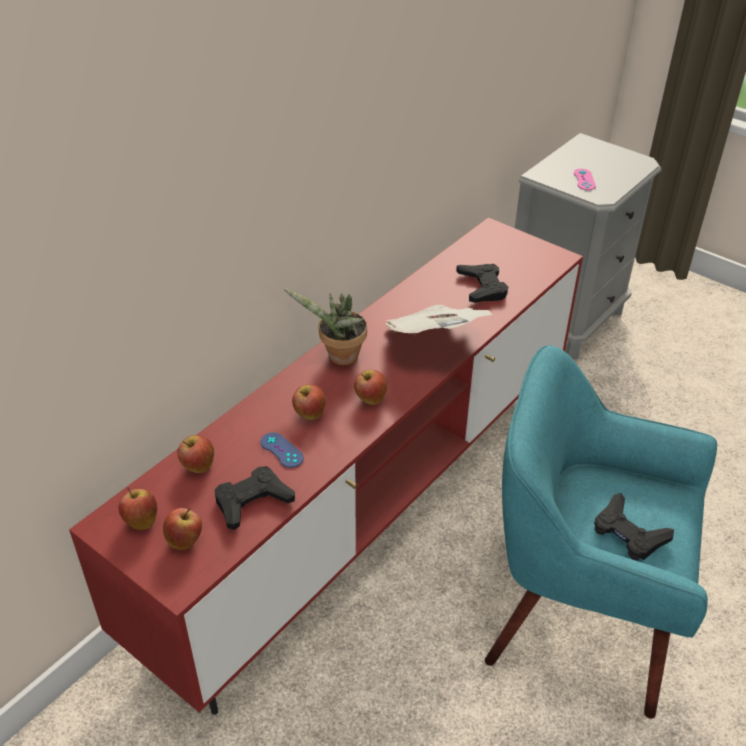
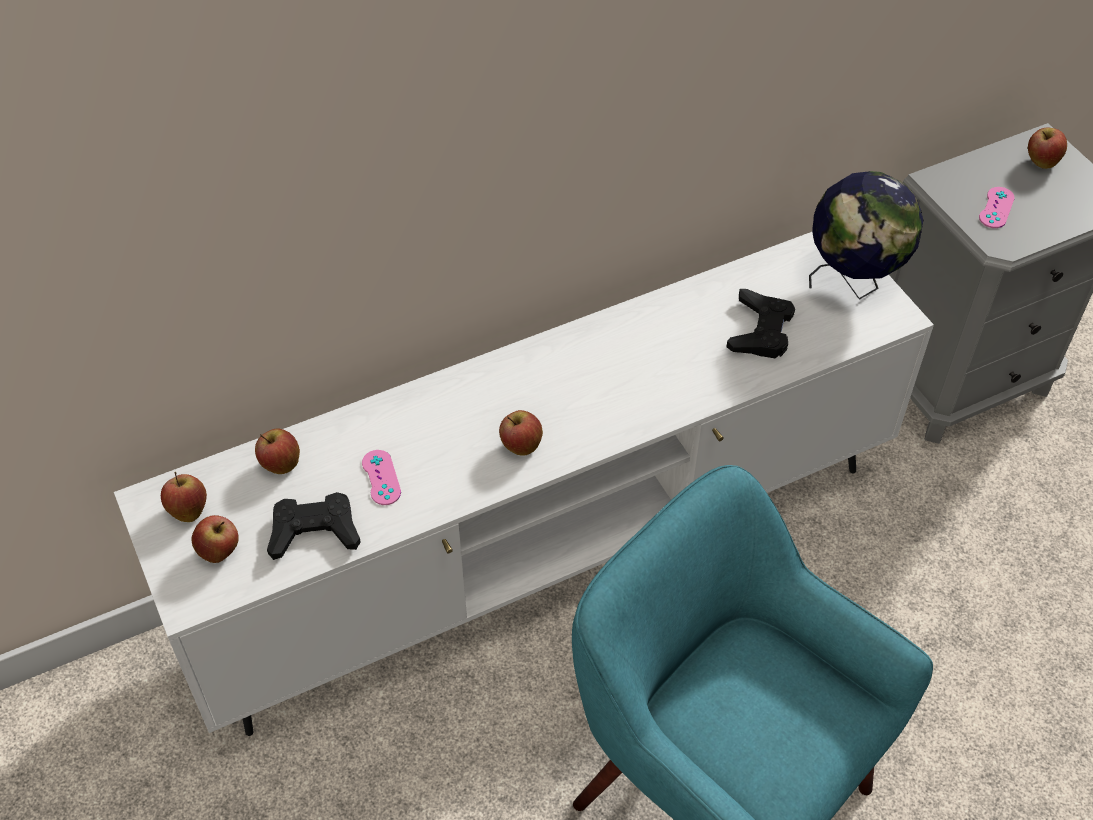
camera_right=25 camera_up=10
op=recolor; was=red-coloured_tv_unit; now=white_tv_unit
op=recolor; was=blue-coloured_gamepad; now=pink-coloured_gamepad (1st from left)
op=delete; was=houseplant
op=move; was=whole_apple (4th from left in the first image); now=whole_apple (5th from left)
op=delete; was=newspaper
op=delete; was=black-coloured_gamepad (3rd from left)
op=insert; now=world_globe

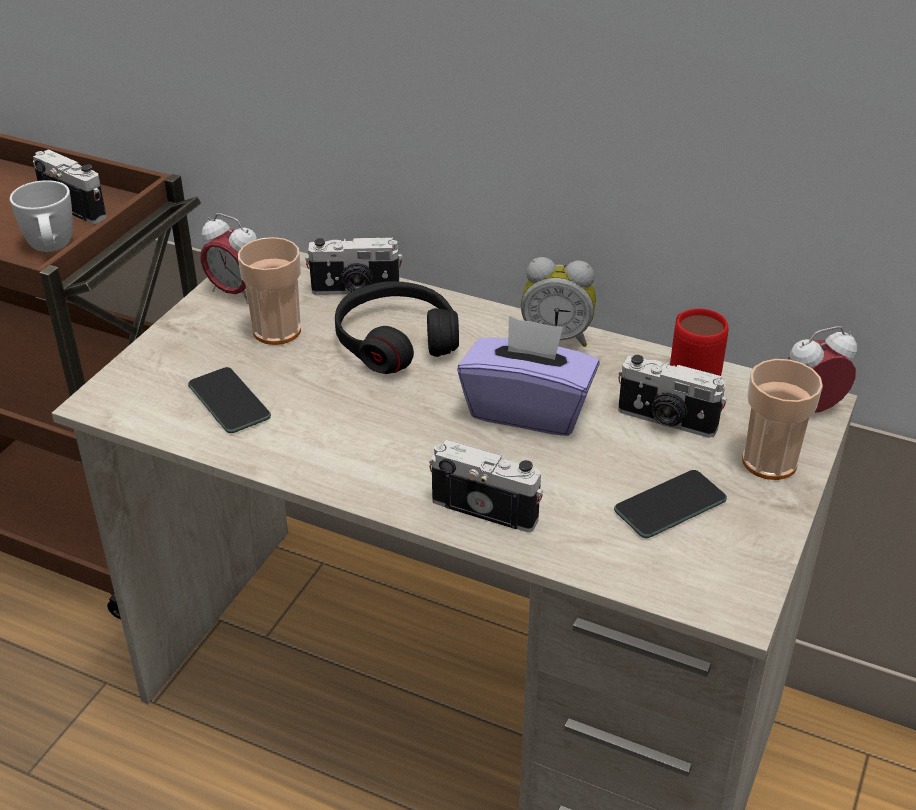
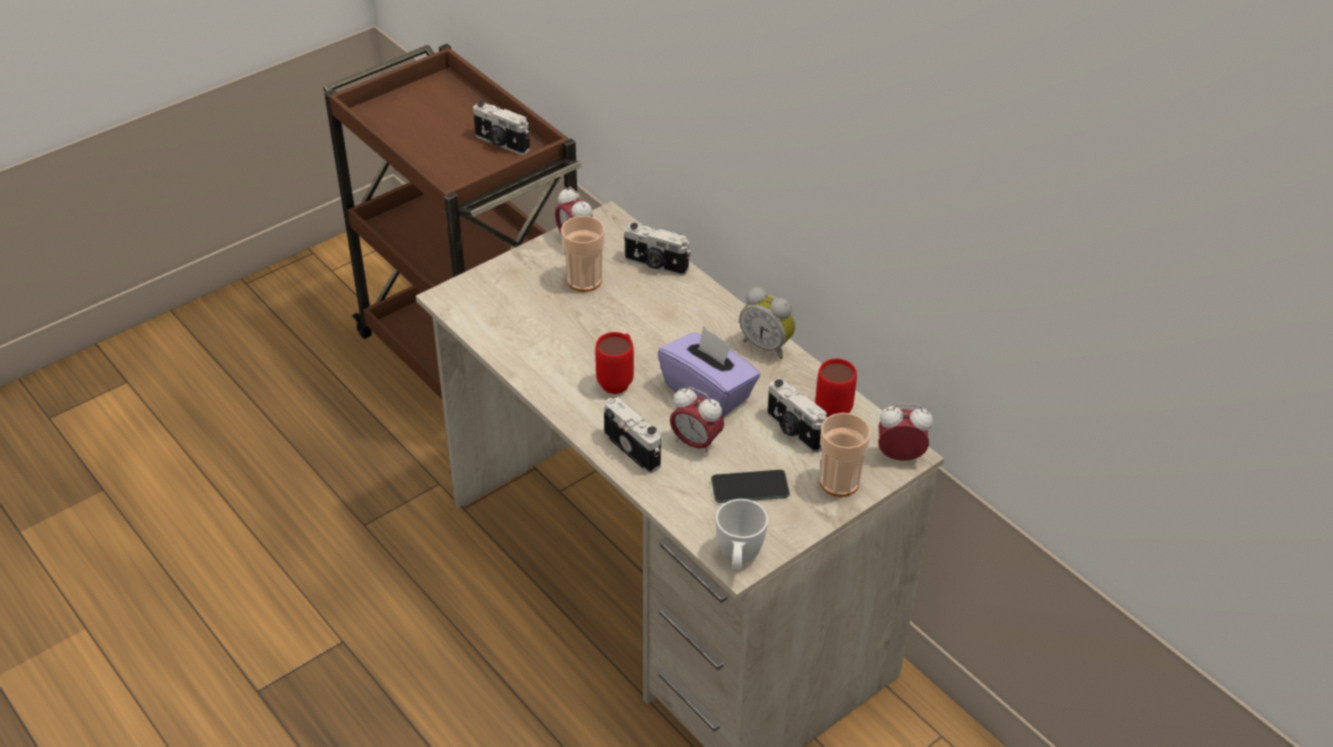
camera_right=25 camera_up=5
op=move; was=white_tea_mug
op=rotate; was=photo_camera (1st from left); clockwise=150
op=delete; was=telephone (1st from left)
op=delete; was=black-coloured_headphones
op=insert; now=red-coloured_tea_mug (1st from left)
op=insert; now=alarm_clock (2nd from left)

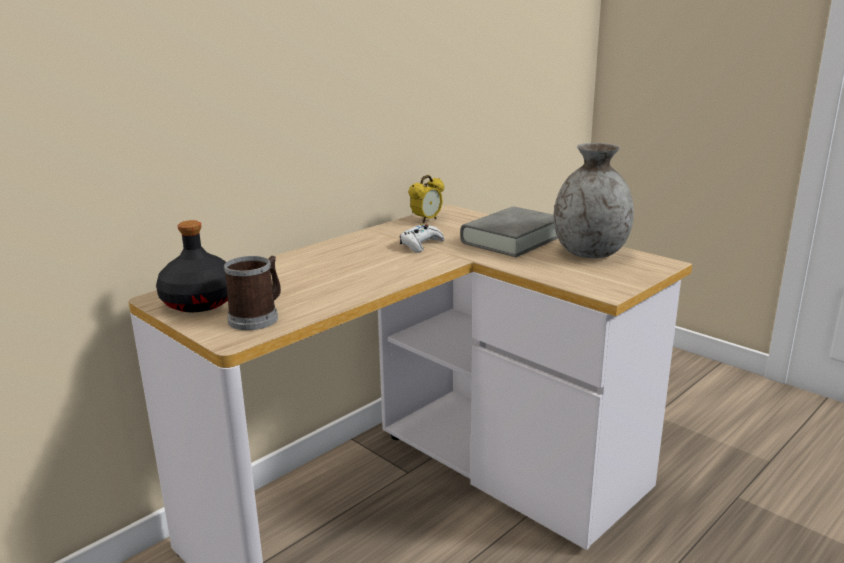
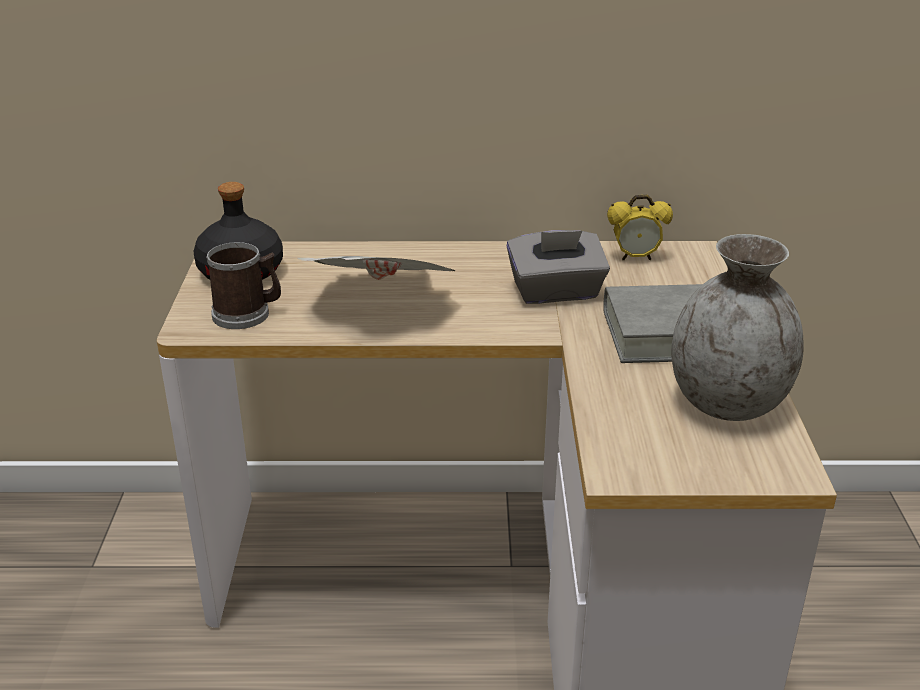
camera_right=45 camera_up=10
op=replace; was=white_gamepad; now=grey_tissue_holder
op=insert; now=newspaper

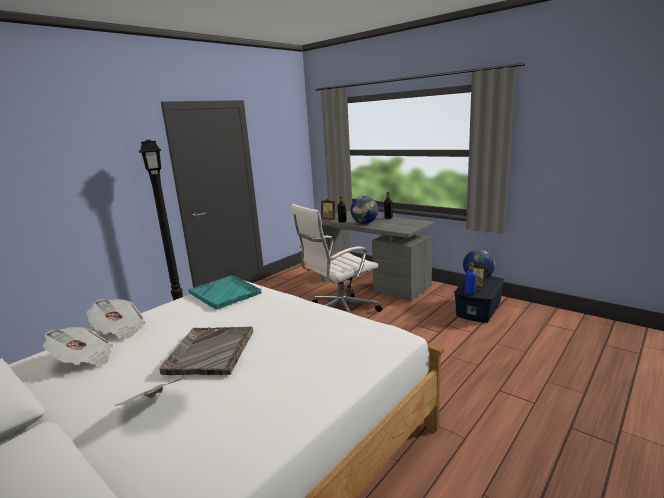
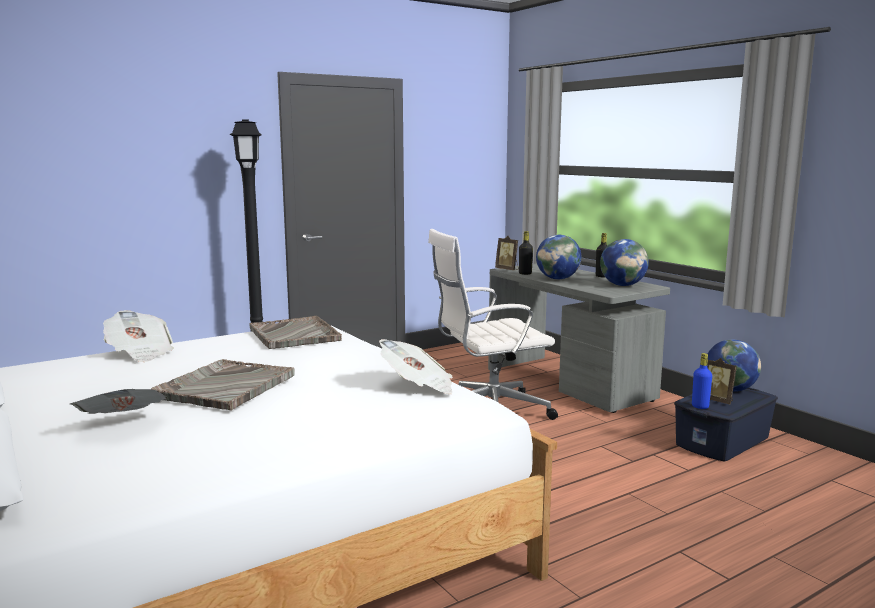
camera_right=15 camera_up=-5
op=move; was=newspaper (1st from left in the first image); now=newspaper (3rd from left)
op=recolor; was=turquoise-coloured_serving_tray; now=grey_serving_tray (2nd from left)
op=insert; now=world_globe (2nd from left)

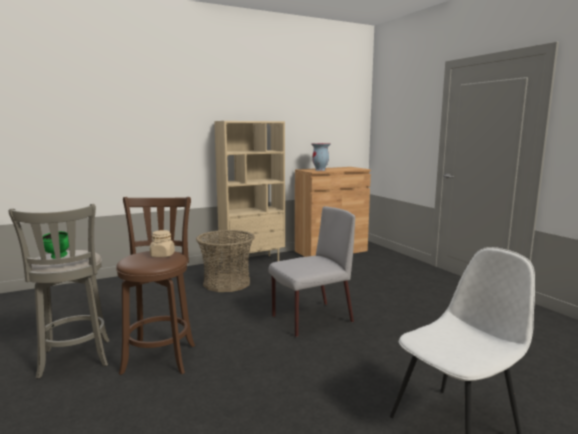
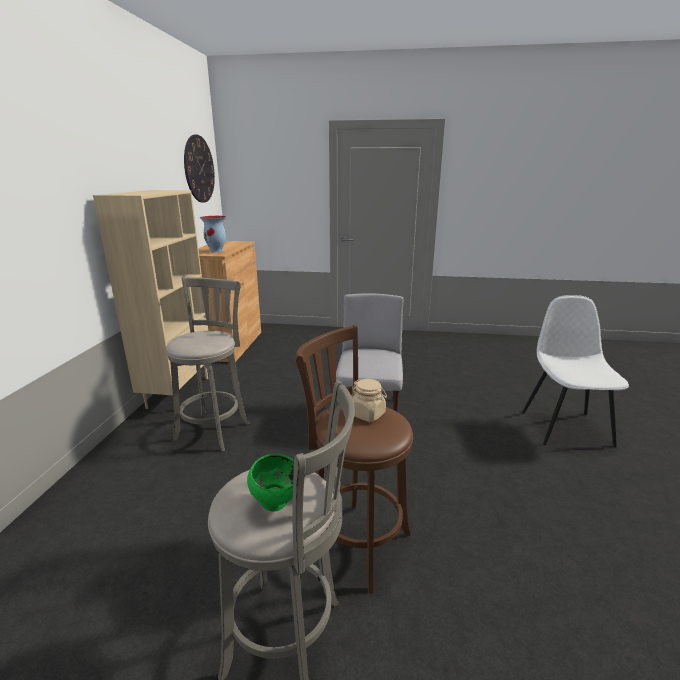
camera_right=-55 camera_up=10
op=replace; was=household_basket; now=grey_stool (1st from left)
op=insert; now=wall_clock

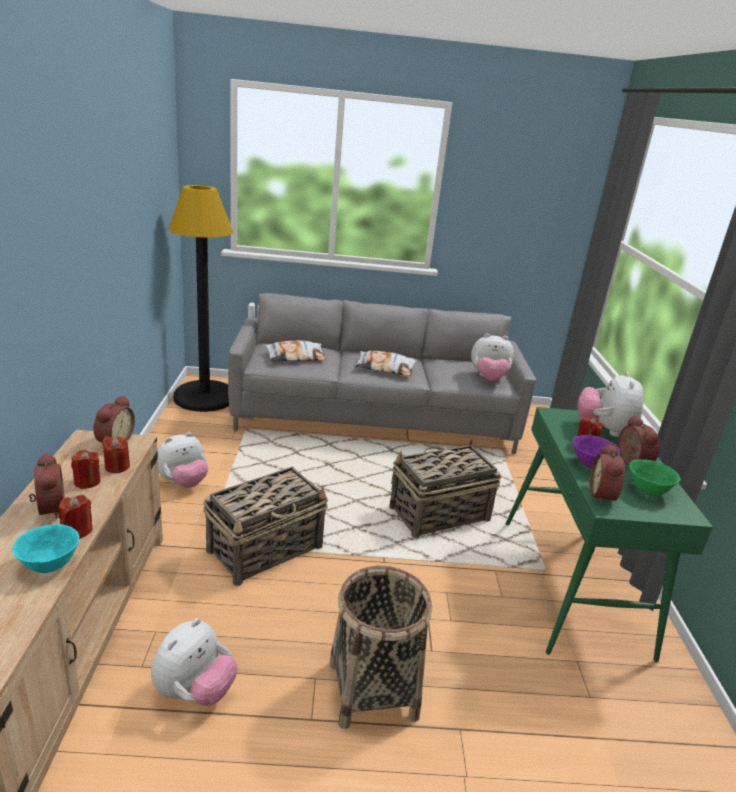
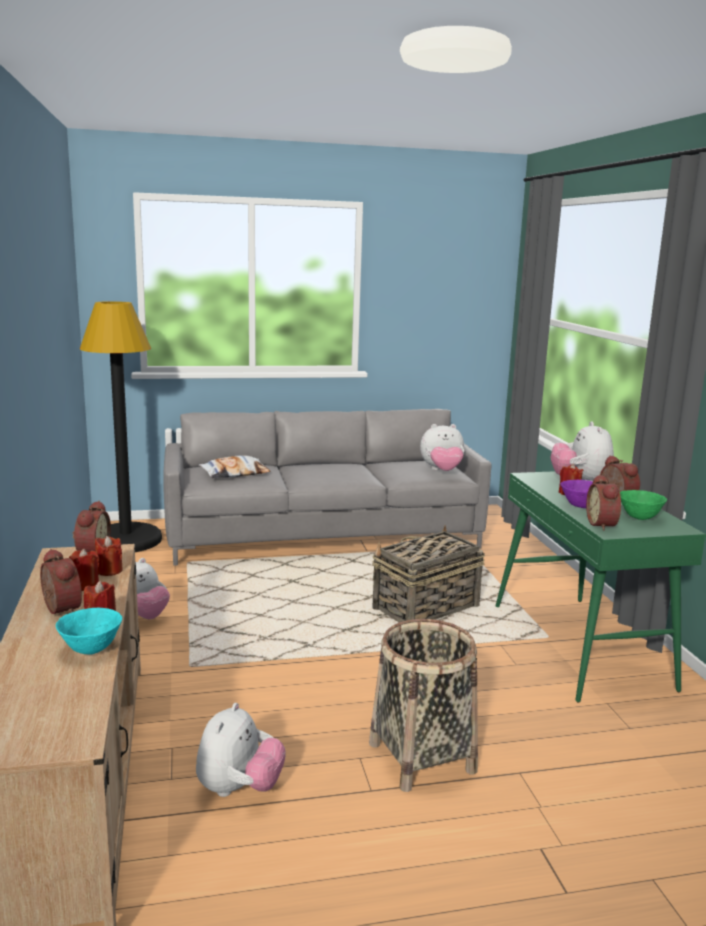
camera_right=-10 camera_up=-10
op=delete; was=household_basket (1st from left)
op=delete; was=pillow (2nd from left)

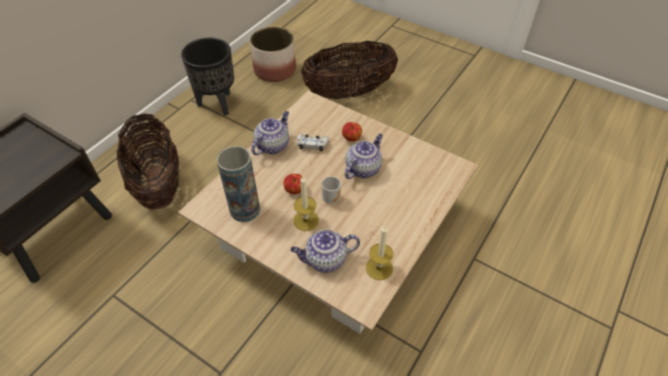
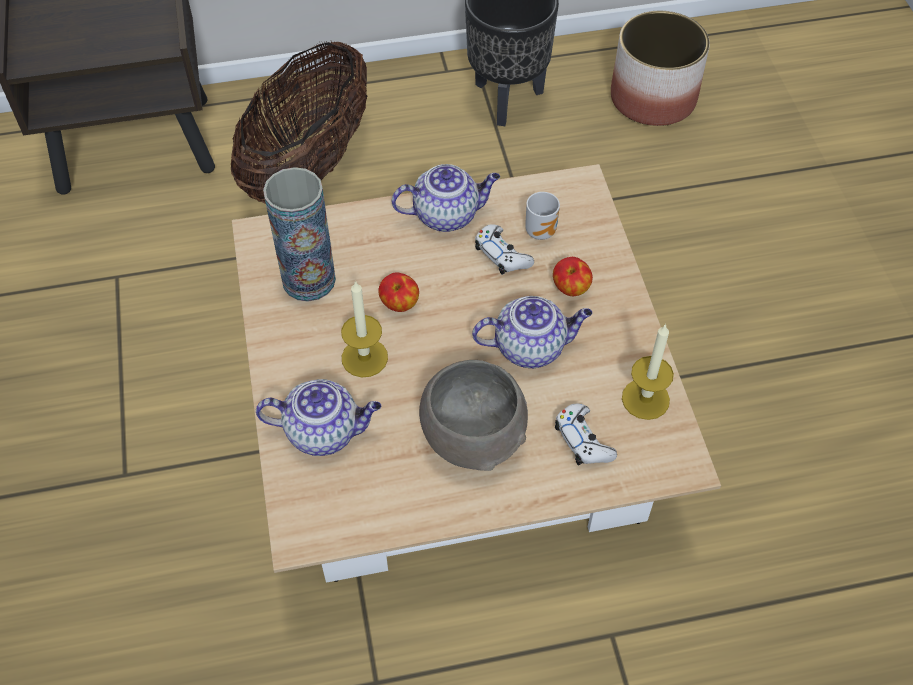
camera_right=45 camera_up=5
op=rotate; was=tea_pot (2nd from left in the first image); clockwise=150
op=delete; was=household_basket (2nd from left)
op=move; was=tea_mug
op=move; was=wax_candle (2nd from left)
op=insert; now=grey_serving_bowl
op=insert; now=white_gamepad (2nd from left)

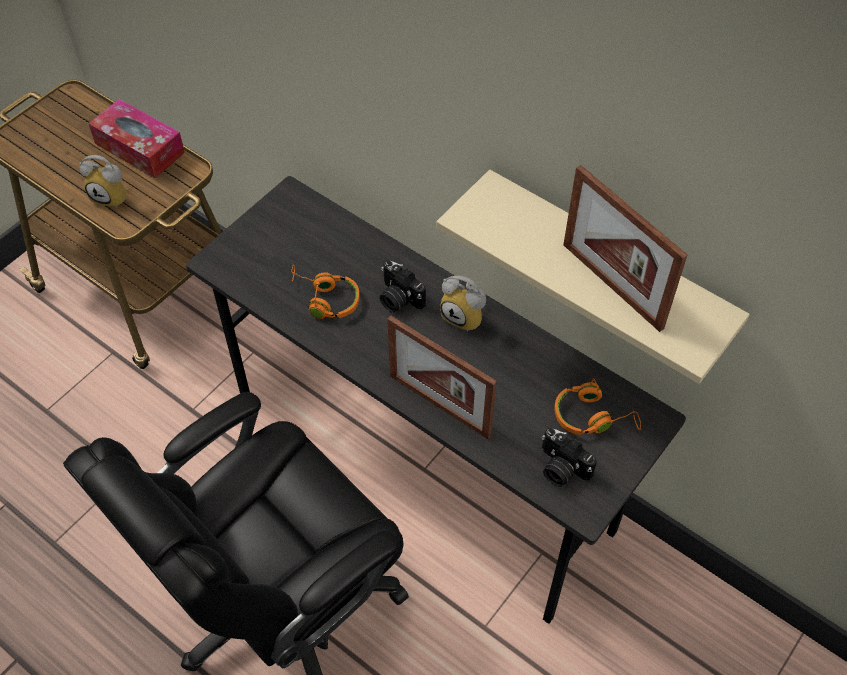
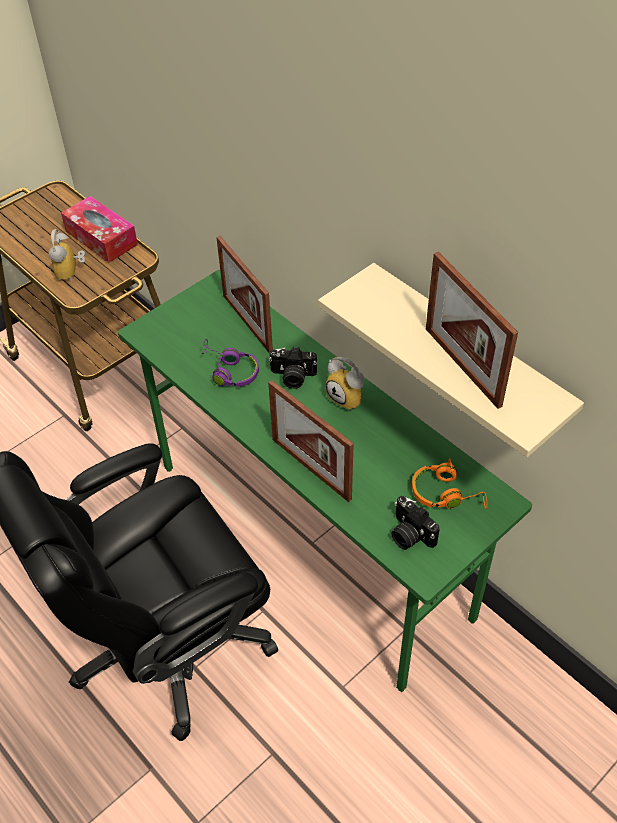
camera_right=10 camera_up=-5
op=rotate; was=alarm_clock (1st from left); clockwise=60
op=recolor; was=grey_desk_table; now=green_desk_table
op=recolor; was=orange_headphones (1st from left); now=purple_headphones
op=rotate; was=photo_camera (1st from left); clockwise=-45
op=insert; now=photo_frame (1st from left)

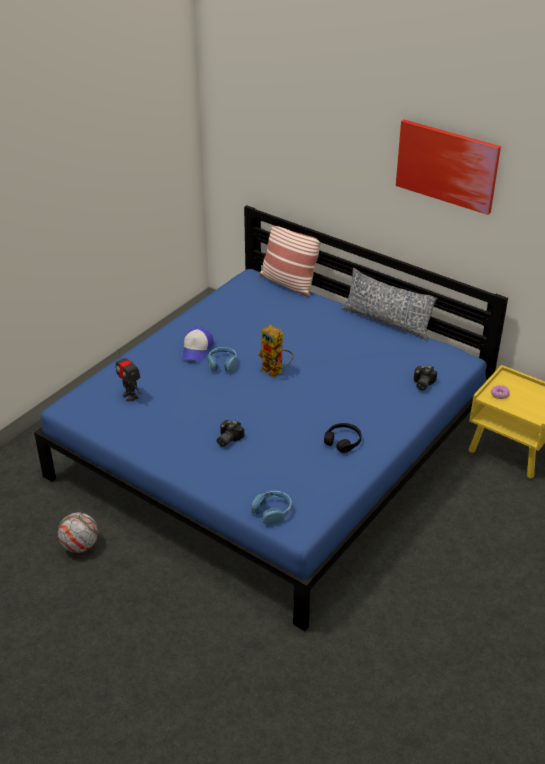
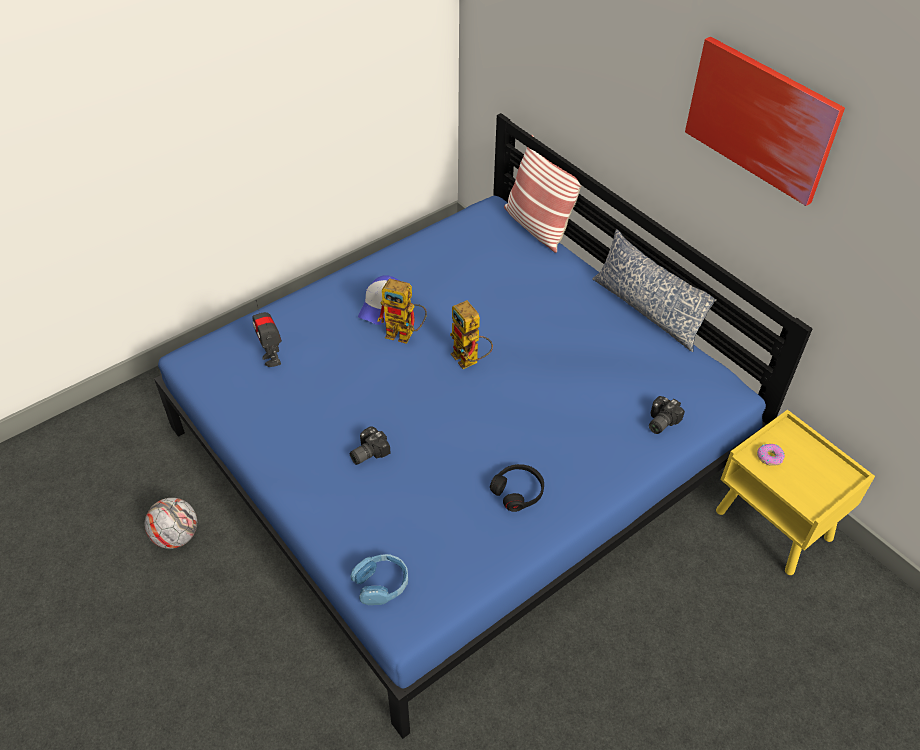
camera_right=15 camera_up=10
op=replace; was=blue-coloured_headphones (1st from left); now=toy_robot (2nd from left)

